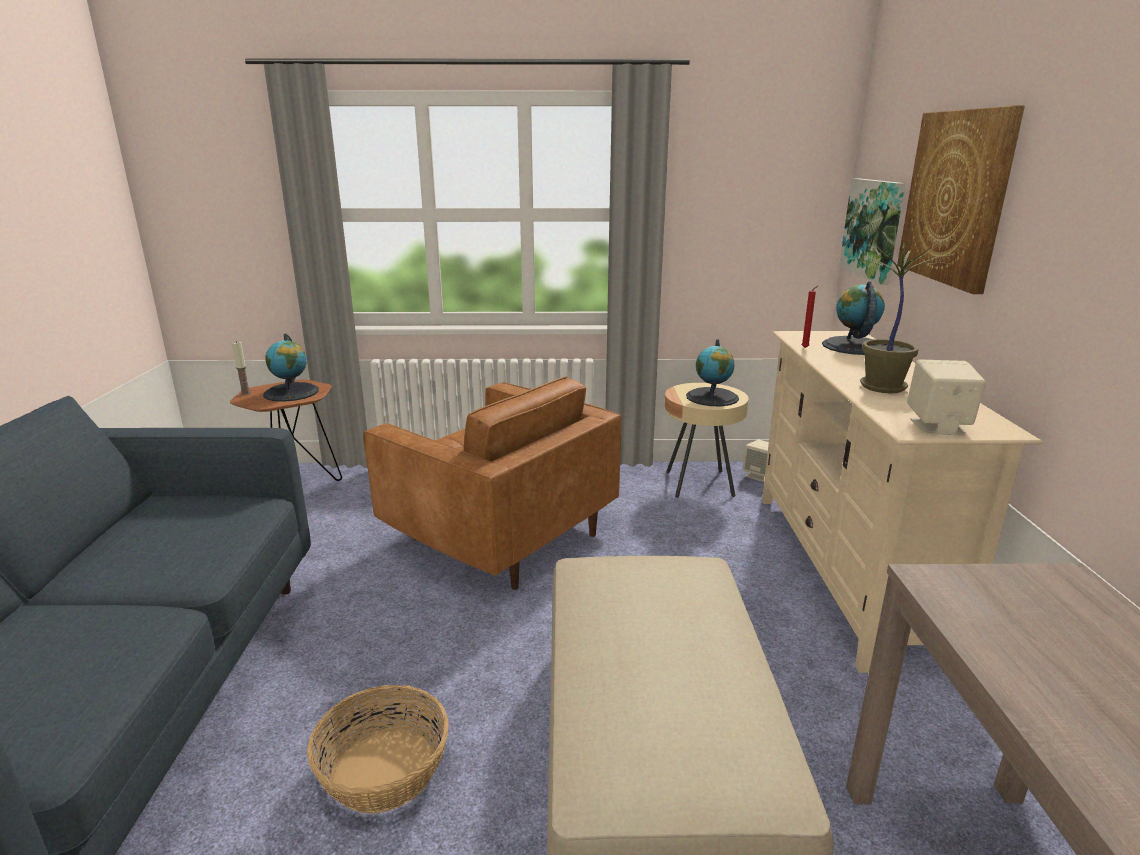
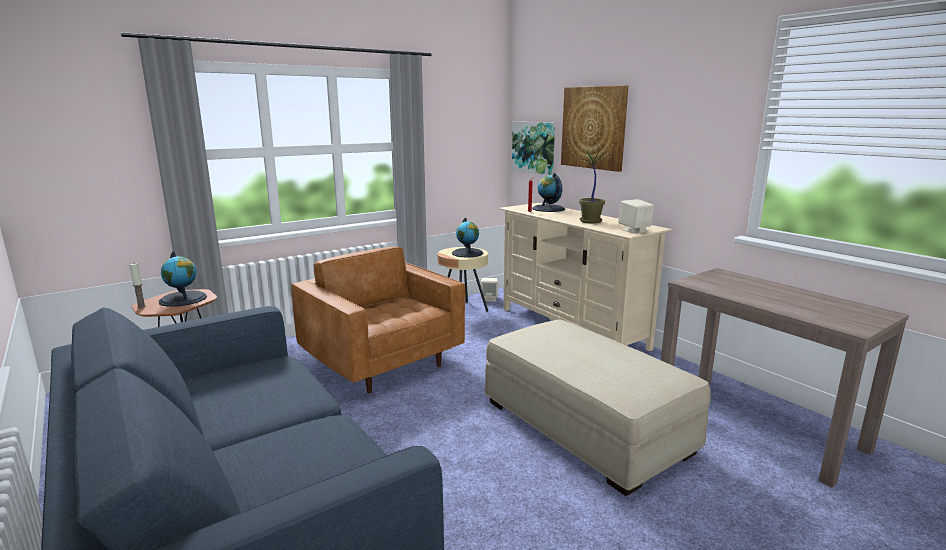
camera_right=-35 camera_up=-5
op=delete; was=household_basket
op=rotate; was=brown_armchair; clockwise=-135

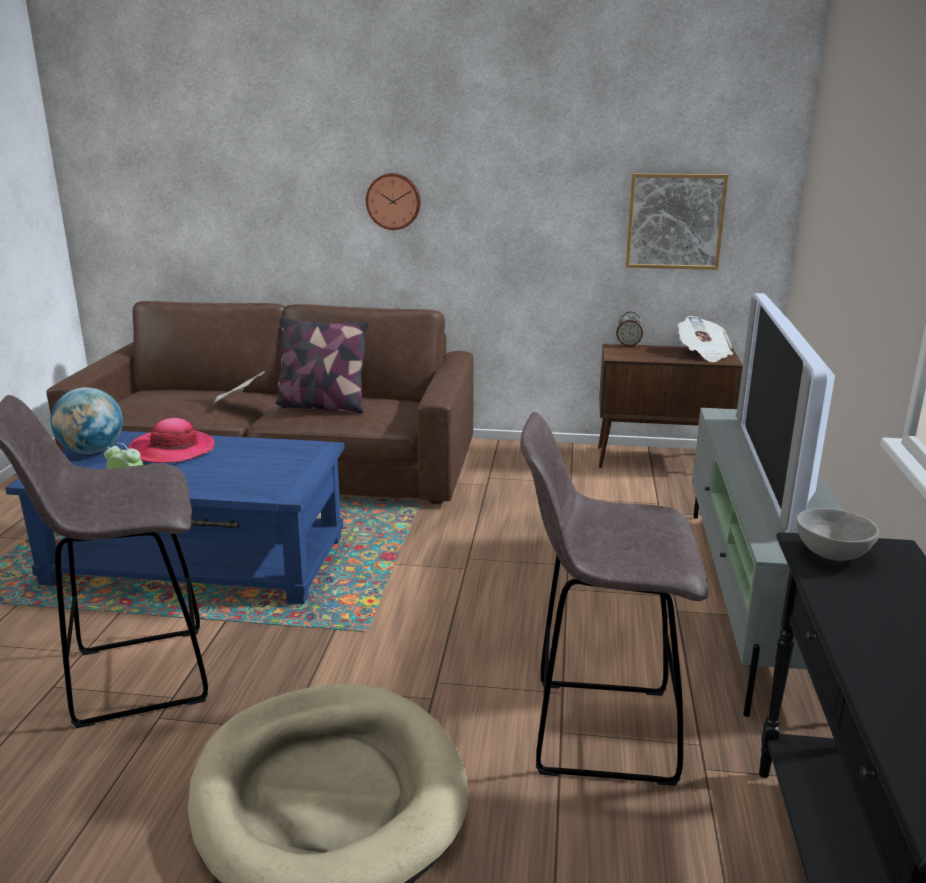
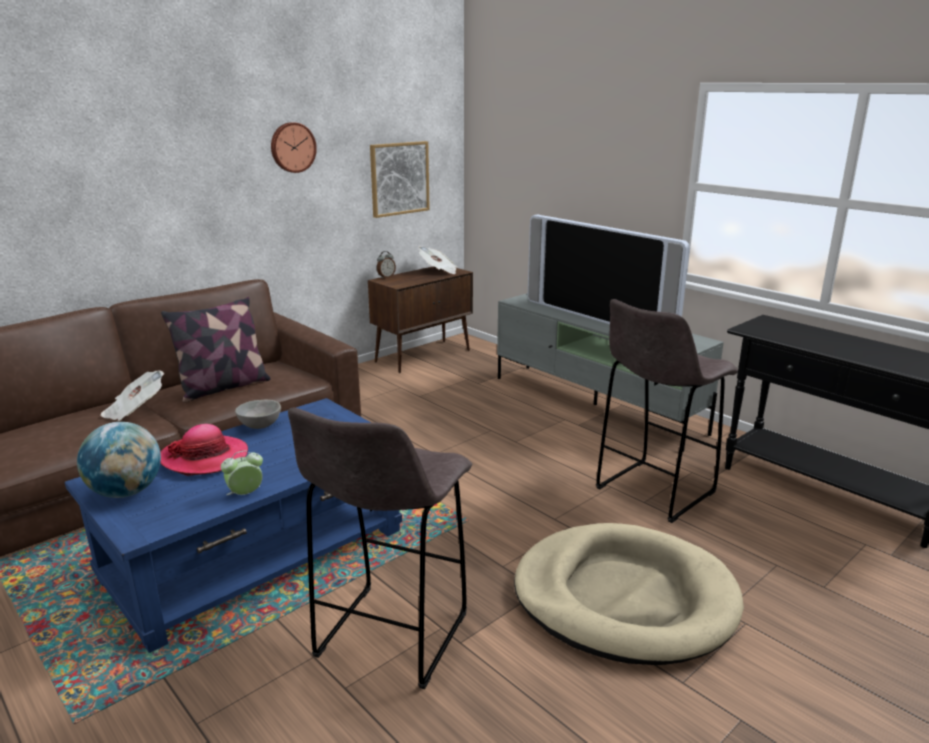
camera_right=-50 camera_up=0
op=move; was=wall_clock
op=move; was=grey_serving_bowl

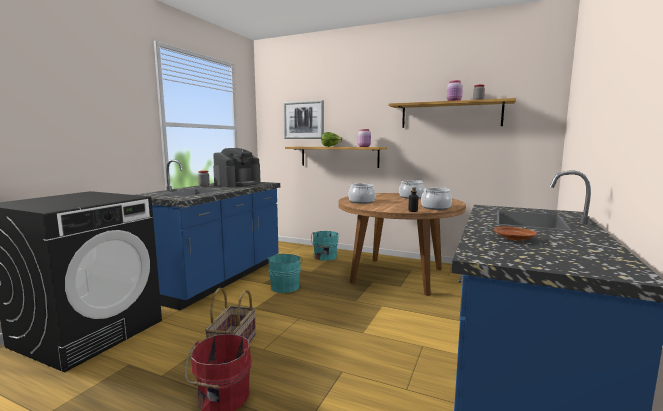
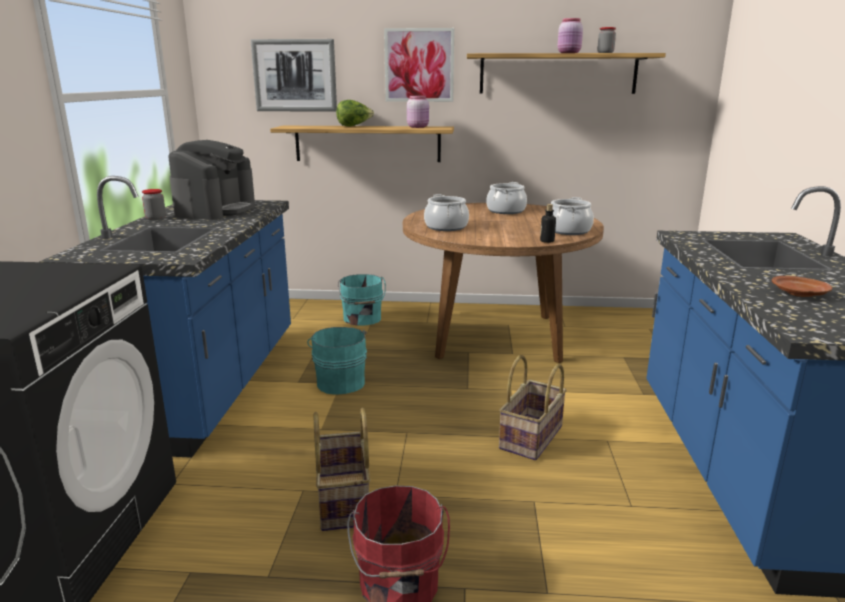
camera_right=-20 camera_up=10
op=insert; now=picture (2nd from left)
op=insert; now=household_basket (2nd from left)

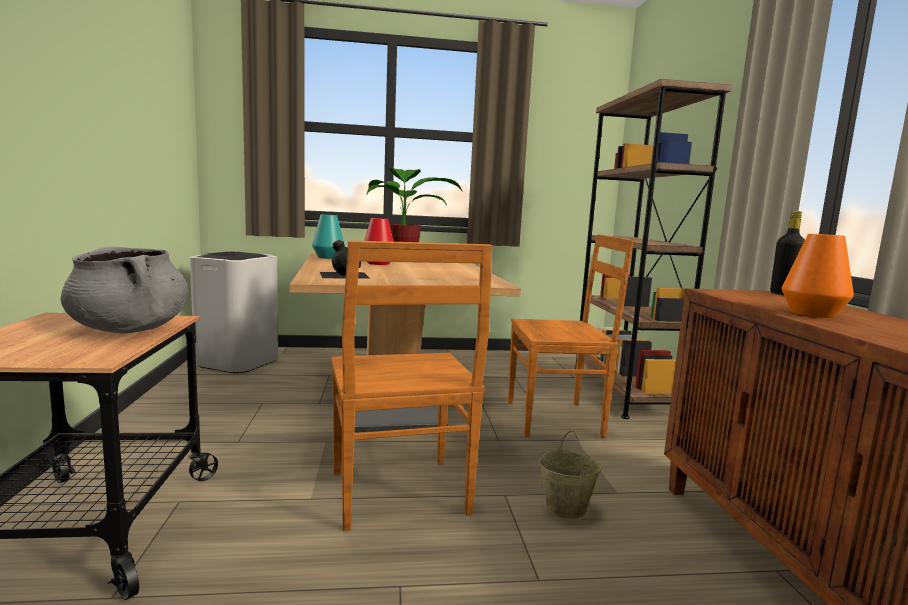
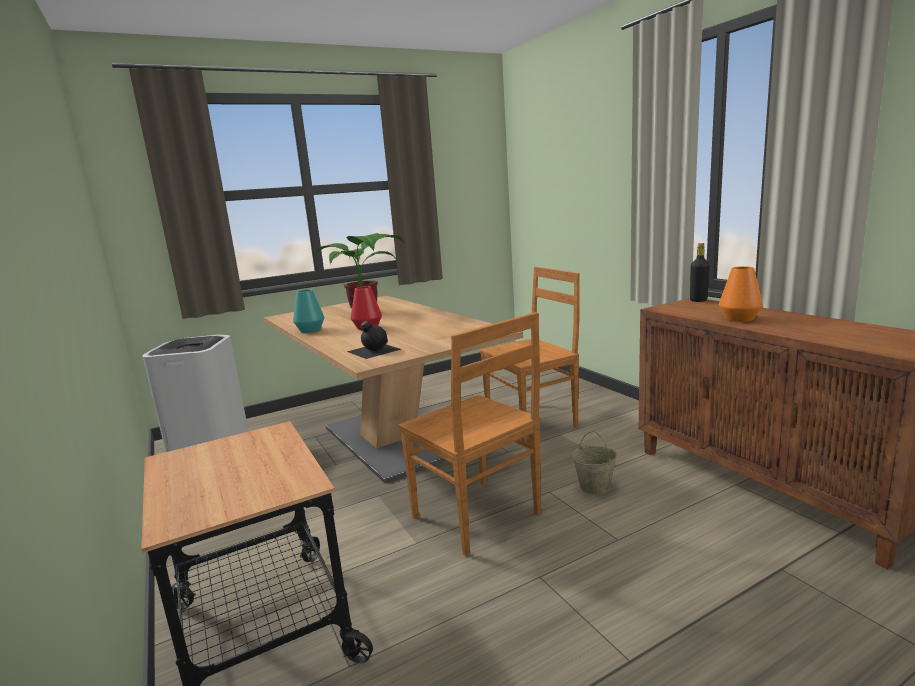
camera_right=-20 camera_up=5
op=delete; was=grey_cooking_pot
op=delete; was=brown_shelving_unit

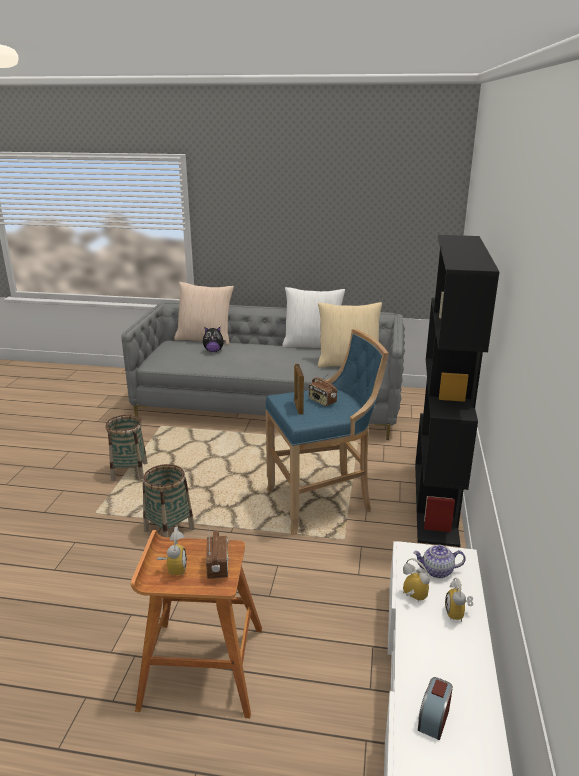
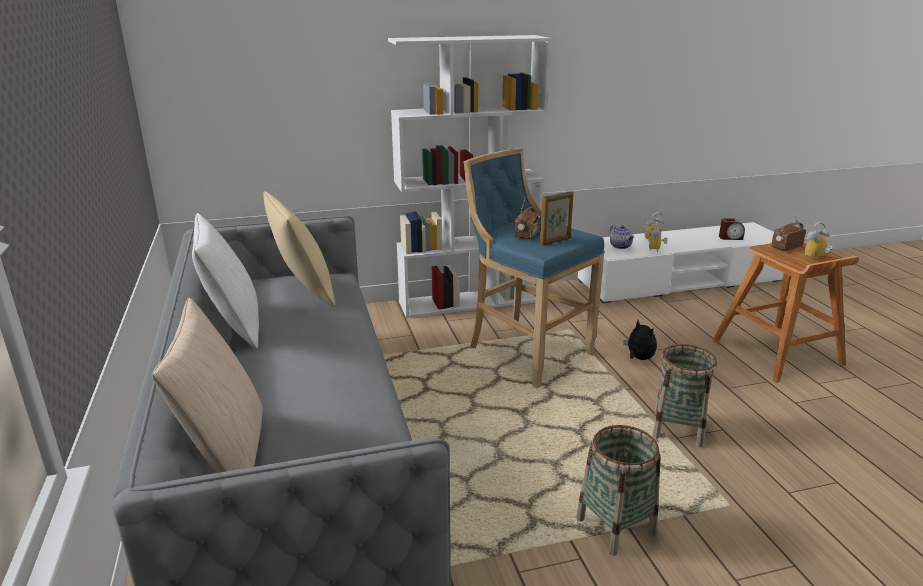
camera_right=-115 camera_up=0
op=move; was=soft_toy
op=recolor; was=black-coloured_shelving_unit; now=white_shelving_unit

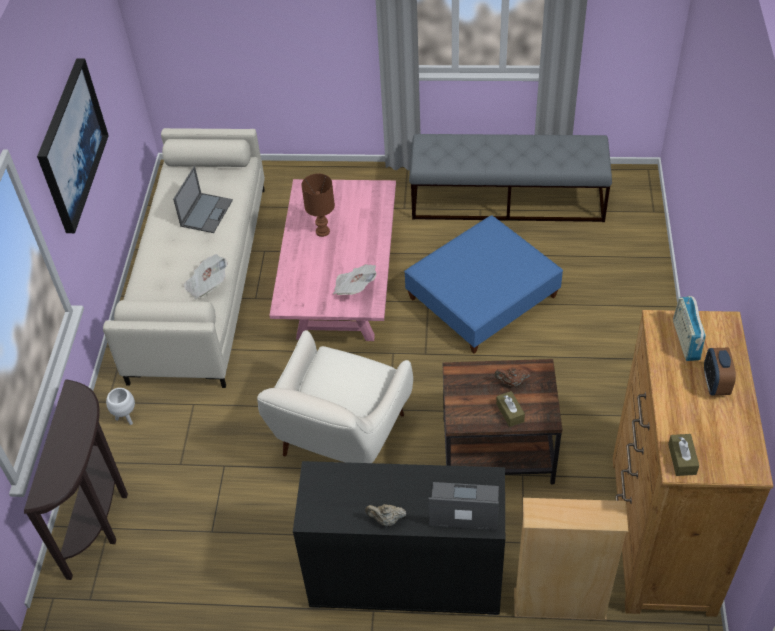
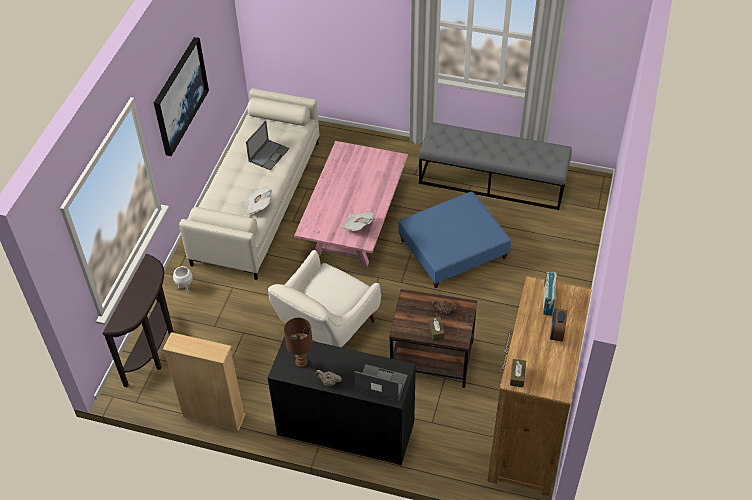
camera_right=10 camera_up=0
op=move; was=brown_tabletop_lamp
op=move; was=beige_shelving_unit

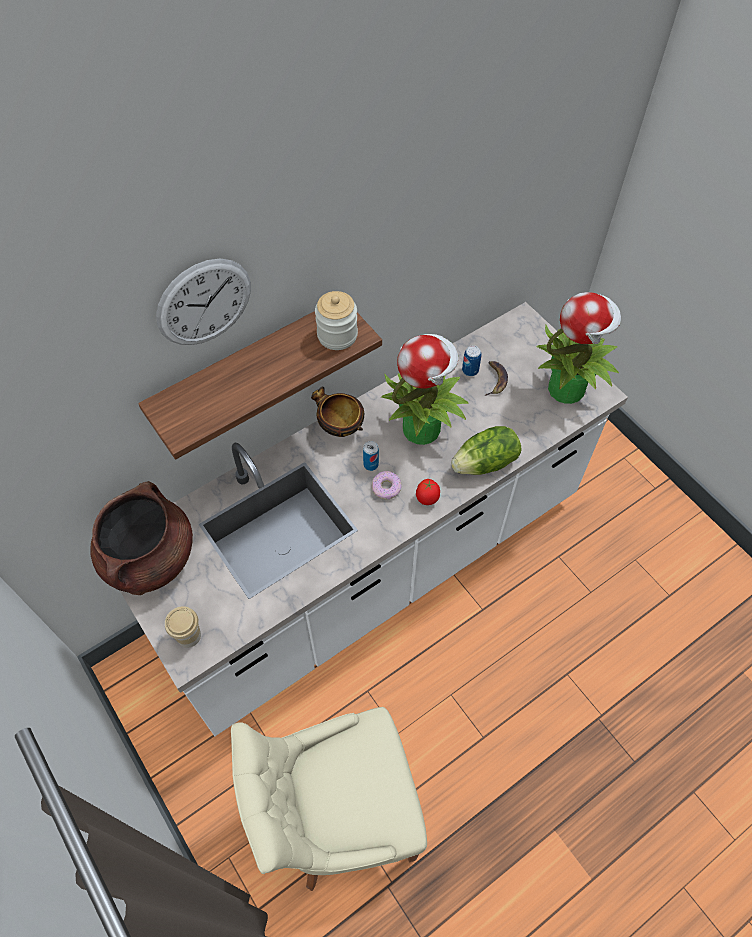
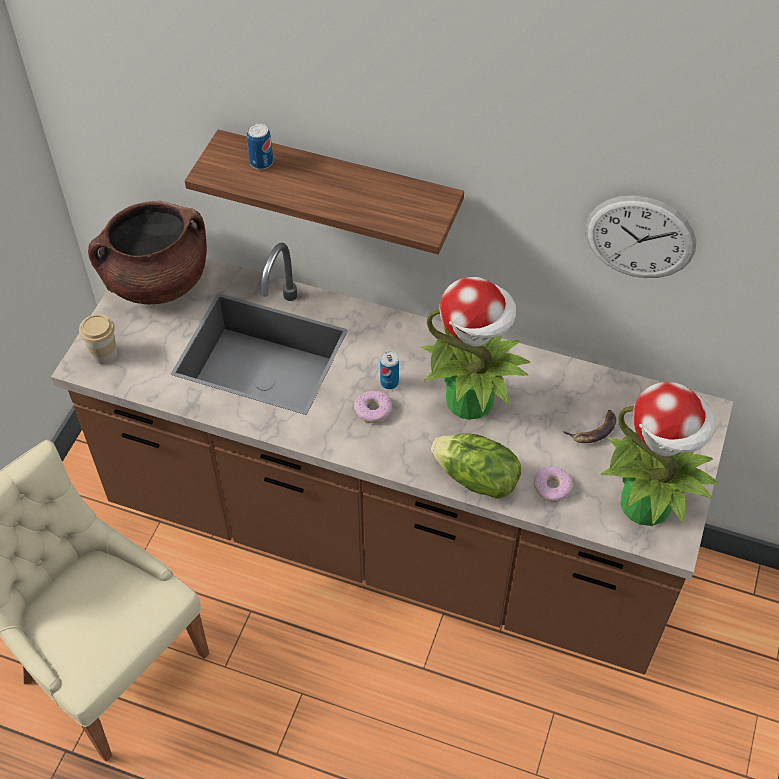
camera_right=55 camera_up=-5
op=recolor; was=white_counter; now=brown_counter
op=move; was=wall_clock
op=delete; was=serving_bowl
op=delete; was=preserve_jar
op=delete; was=whole_tomato
op=move; was=metal_can (2nd from left in the first image); now=metal_can (1st from left)
op=insert; now=donut (2nd from left)

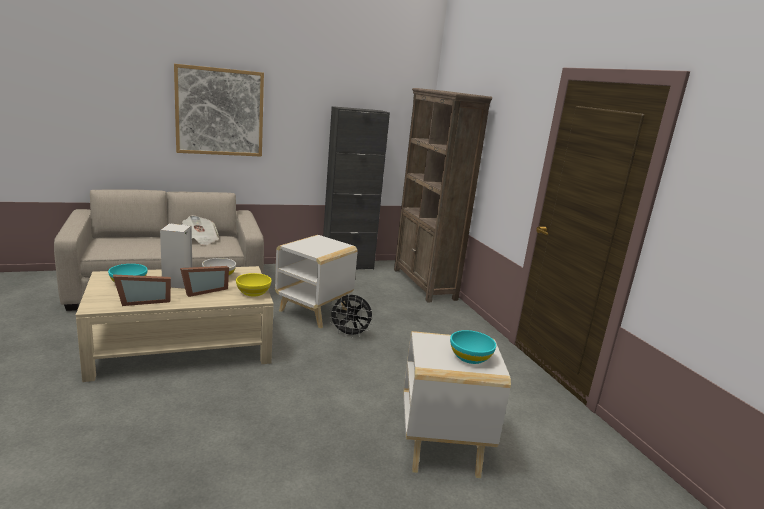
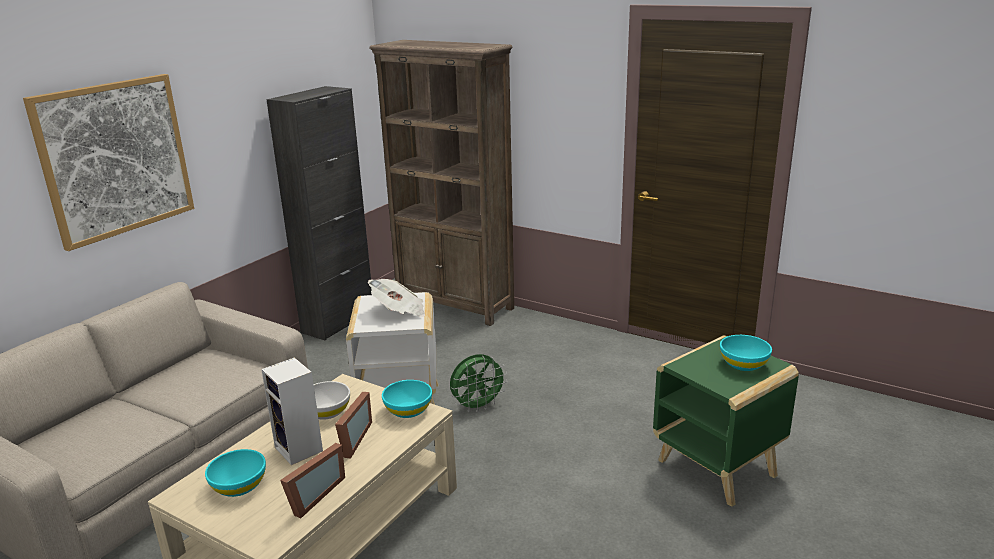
camera_right=-35 camera_up=5
op=move; was=newspaper
op=recolor; was=yellowish_serving_bowl; now=turquoise-coloured_serving_bowl (2nd from left)
op=recolor; was=black-coloured_cooling_fan; now=green_cooling_fan
op=recolor; was=white_side_table (2nd from left); now=green_side_table

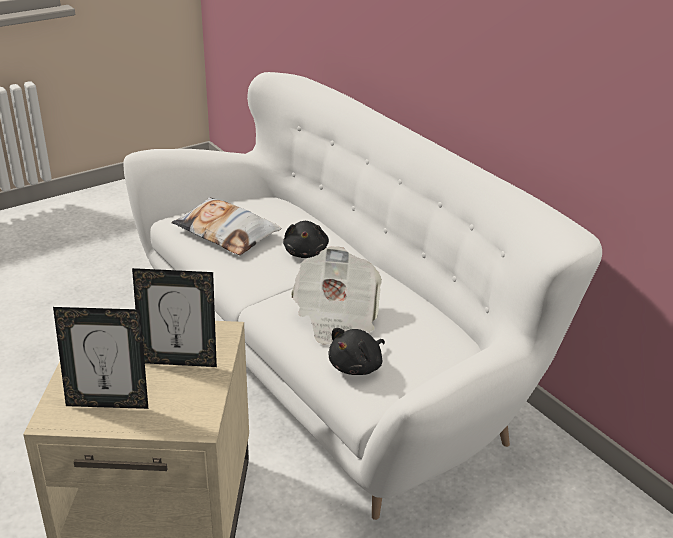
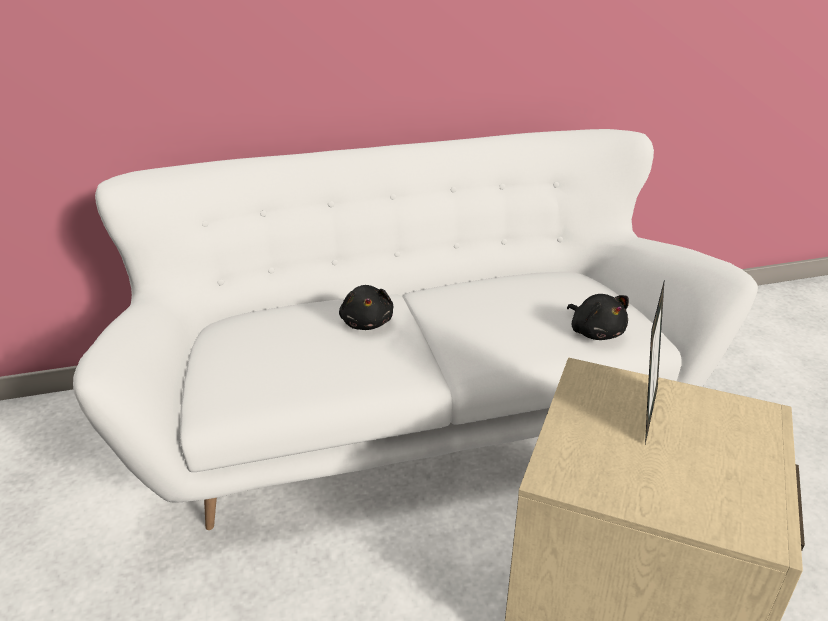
camera_right=-70 camera_up=0
op=delete; was=photo_frame (1st from left)
op=delete; was=pillow
op=rotate; was=black-coloured_soft_toy (1st from left); clockwise=60
op=delete; was=newspaper

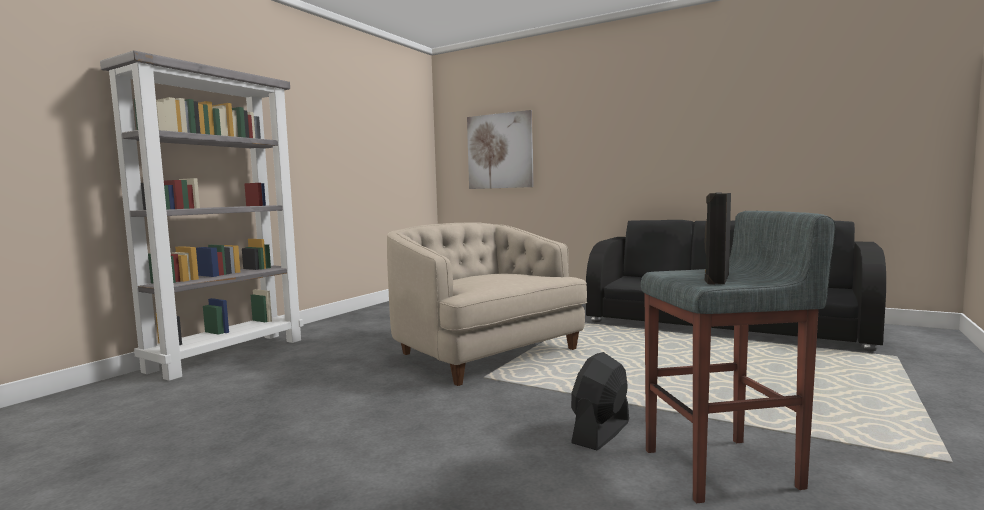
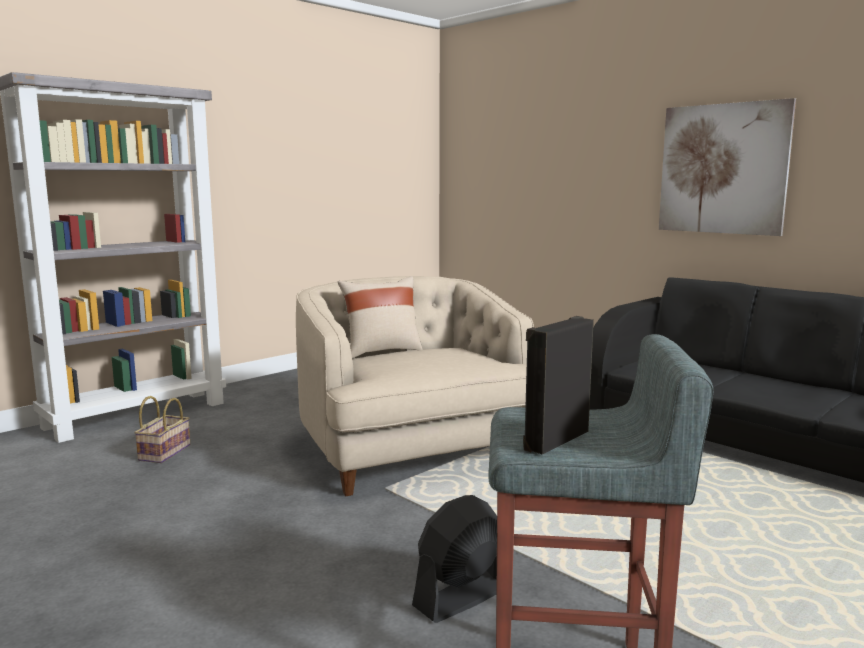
camera_right=15 camera_up=5
op=move; was=picture
op=insert; now=household_basket
op=insert; now=beige_pillow

